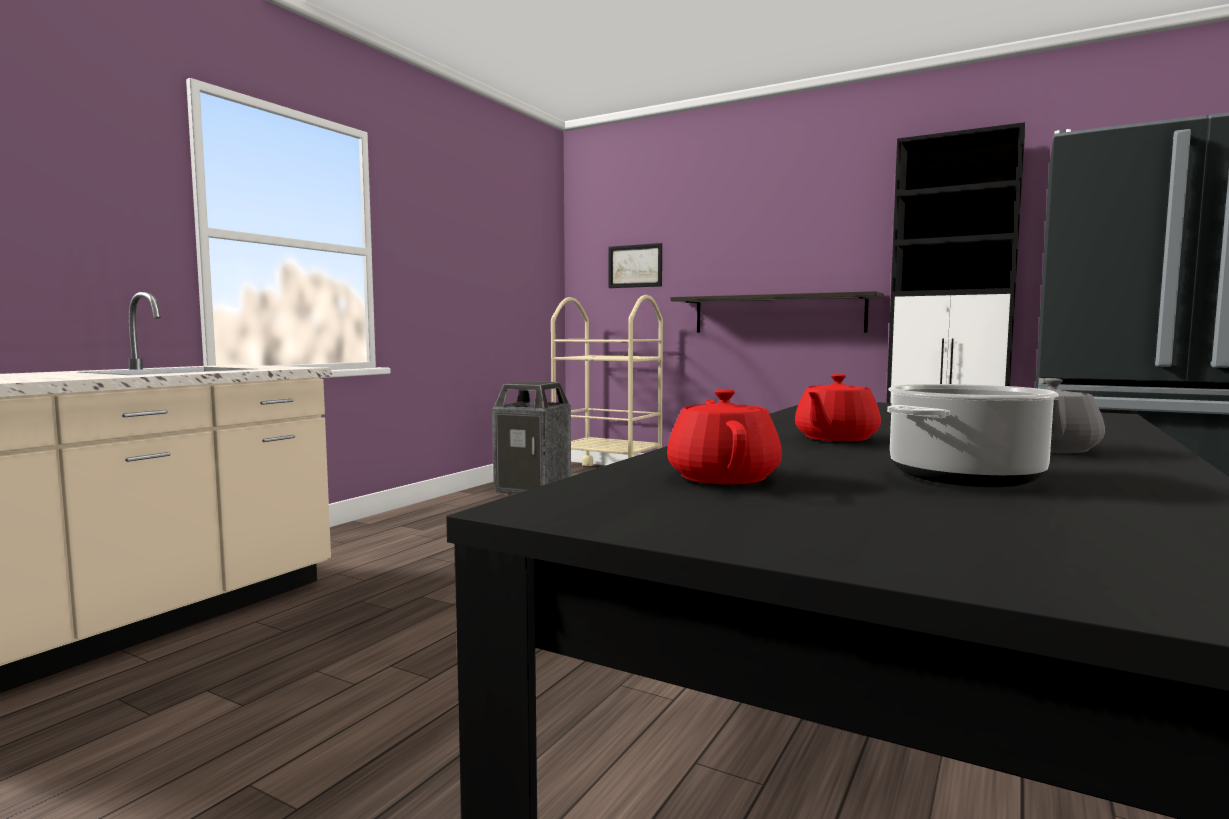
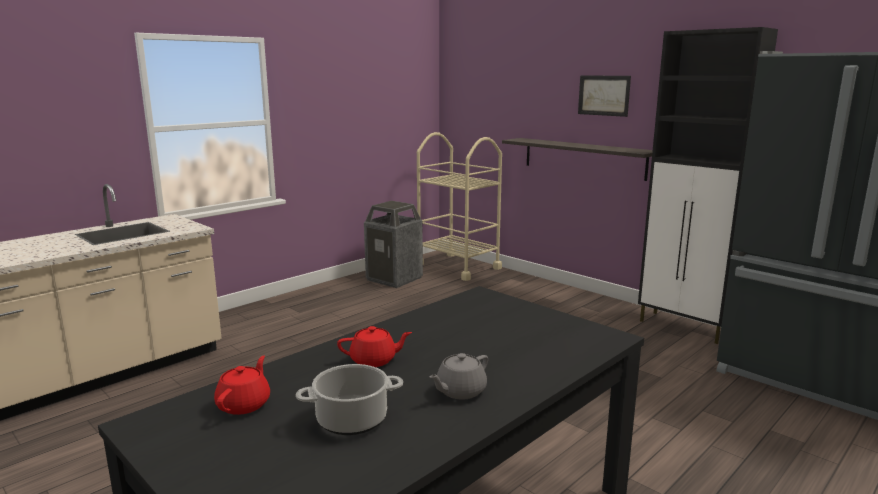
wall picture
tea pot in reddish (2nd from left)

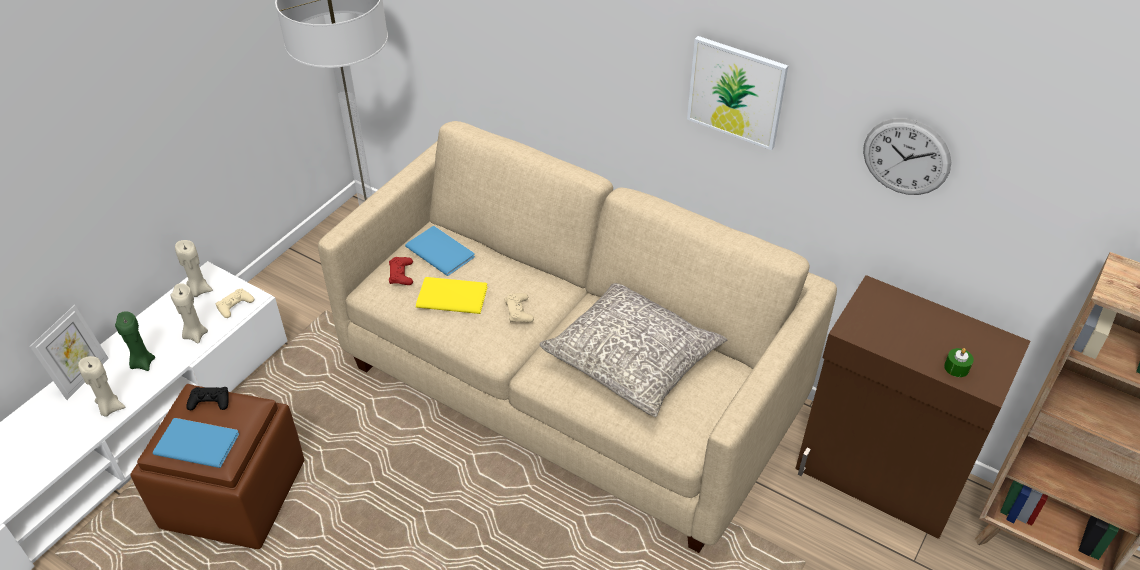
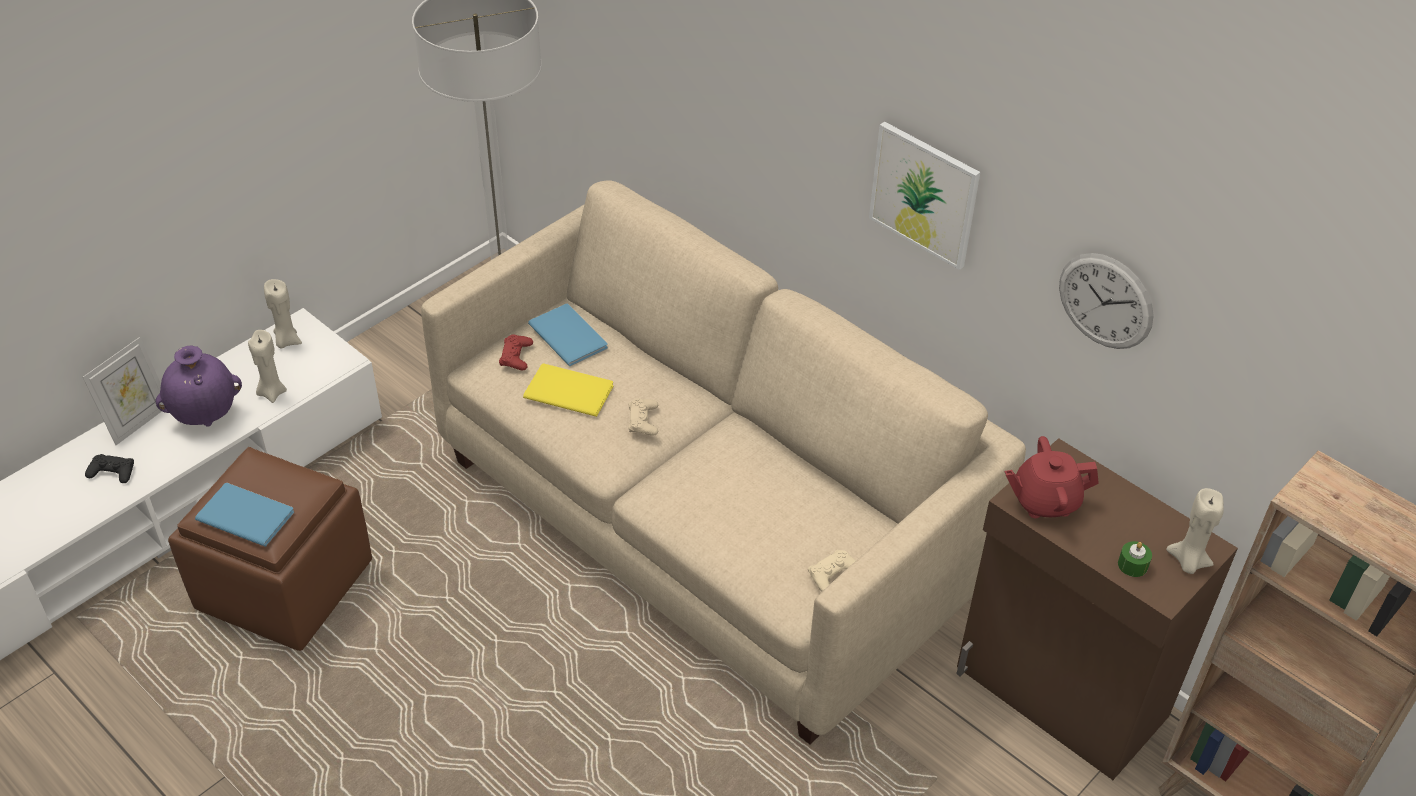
pillow in gray
tea pot in reddish
candle in beige-coloured (3rd from left)
game controller in blackish
game controller in beige-coloured (2nd from left)
flower vase in purple-coloured

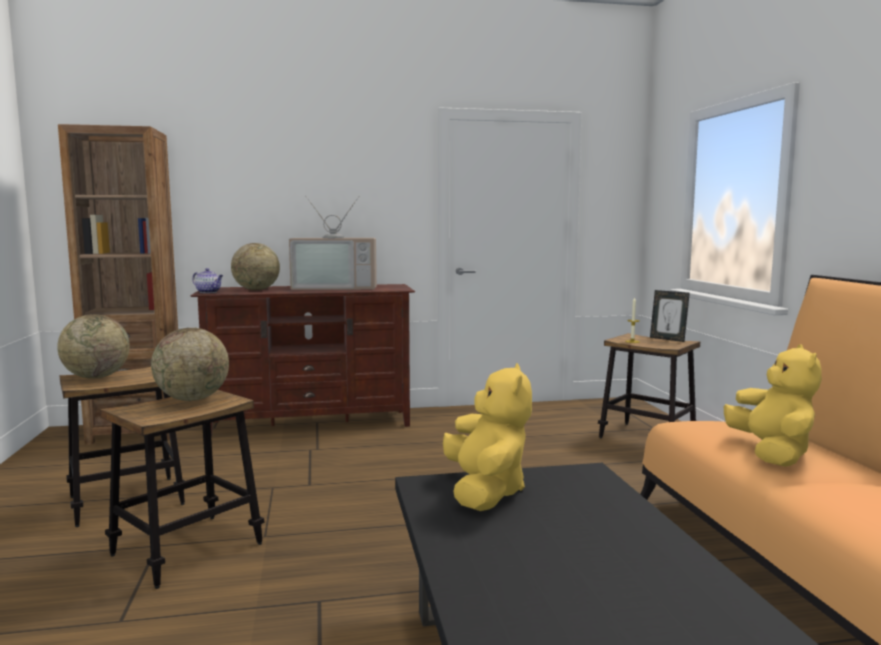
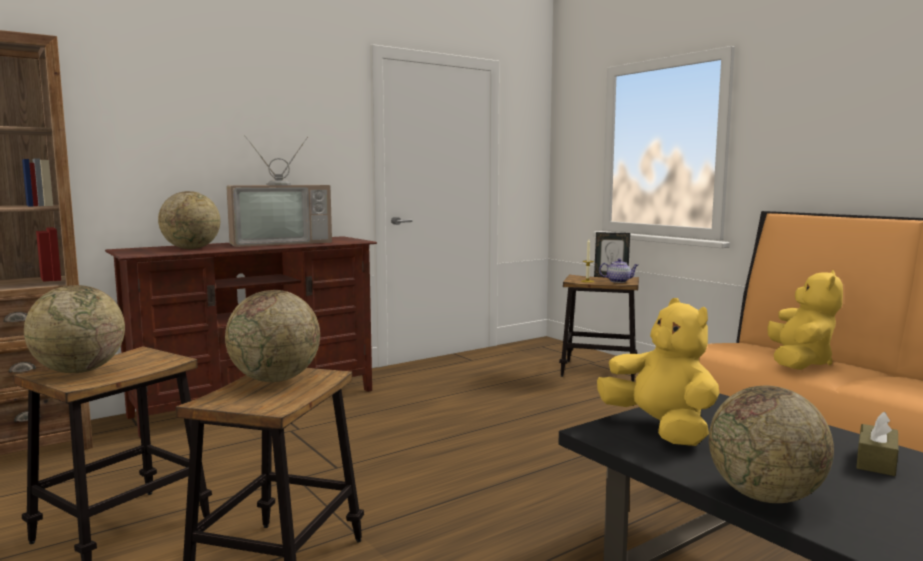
globe (4th from left)
tissue box in brown-coloured
tea pot
soft toy in yellowish (2nd from left)

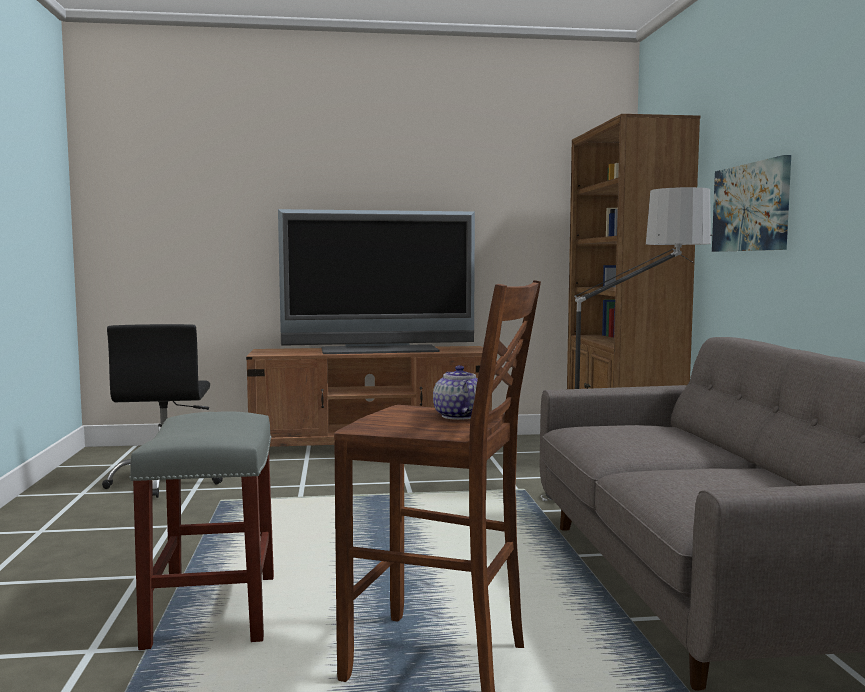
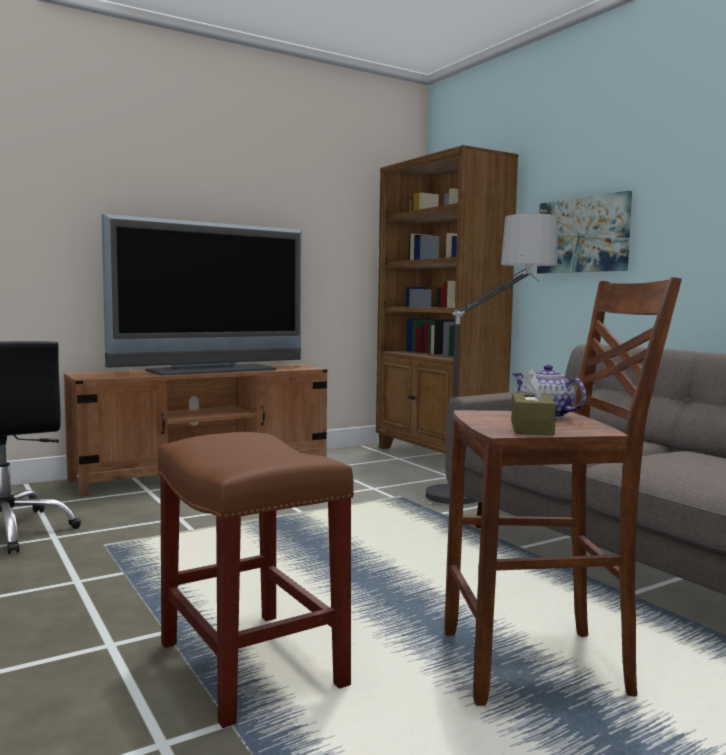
tissue box in brown-coloured
stool in brown-coloured (1st from left)

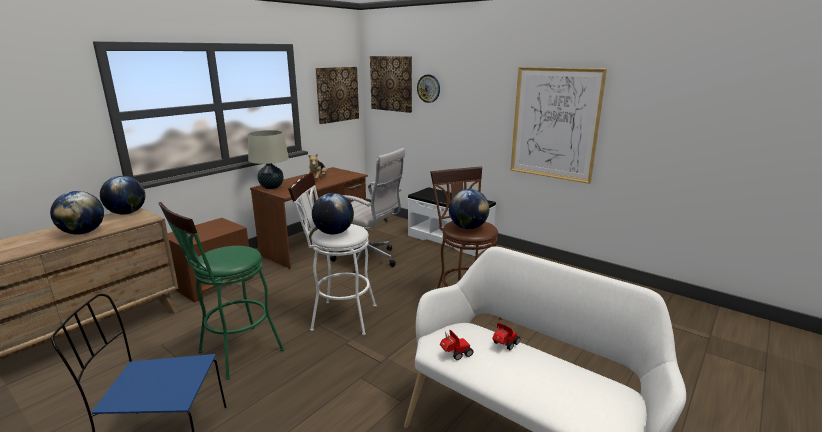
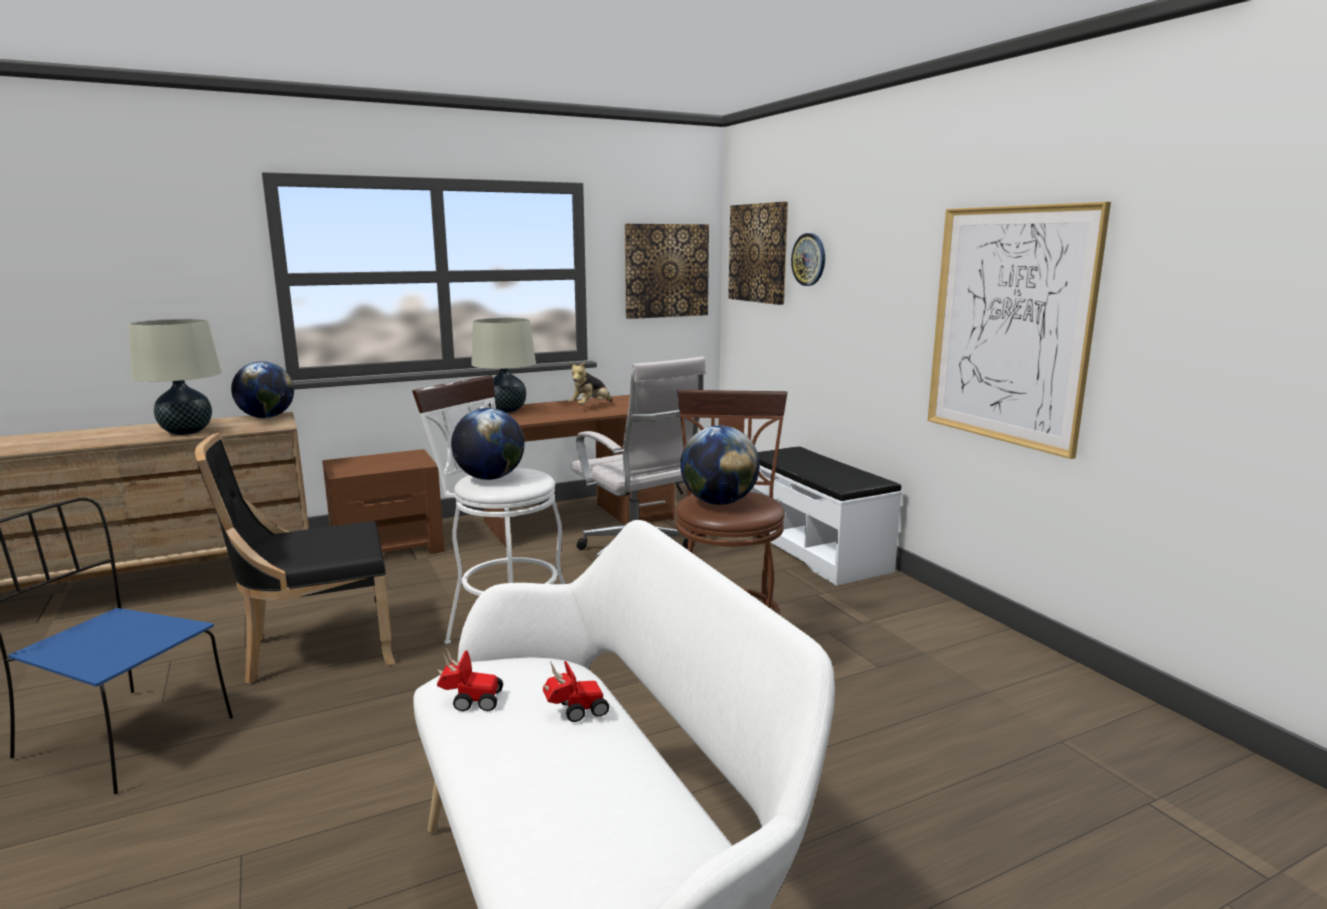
lamp for a table in beige-coloured (1st from left)
plain chair in blackish

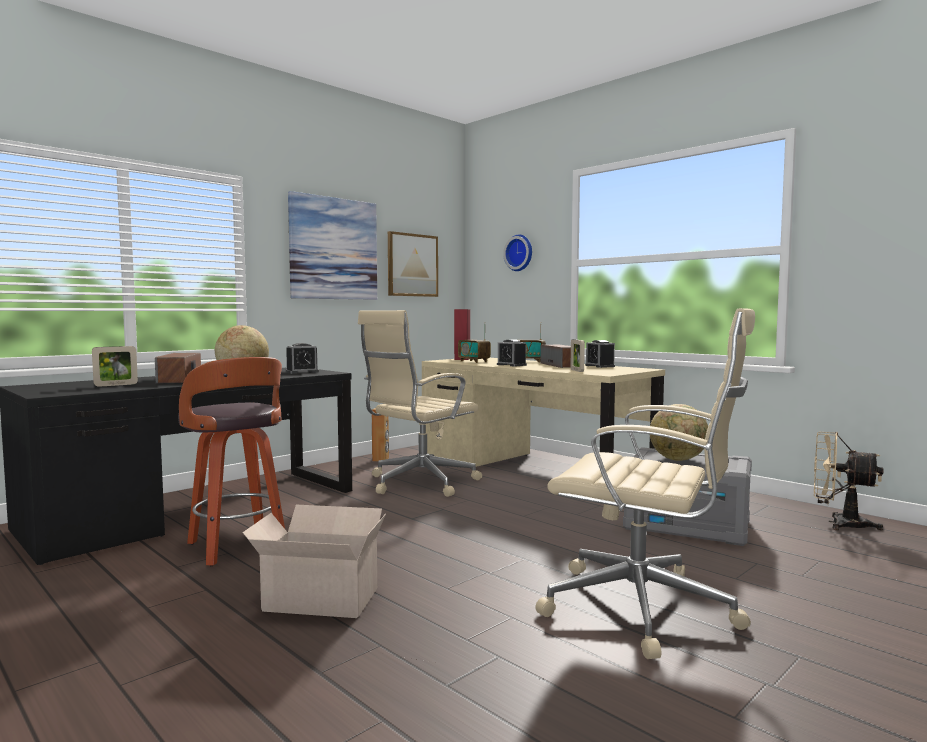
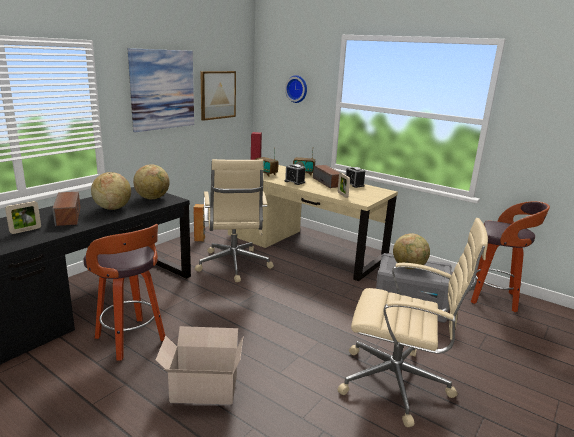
globe (2nd from left)
stool (2nd from left)
office chair in beige-coloured (1st from left)

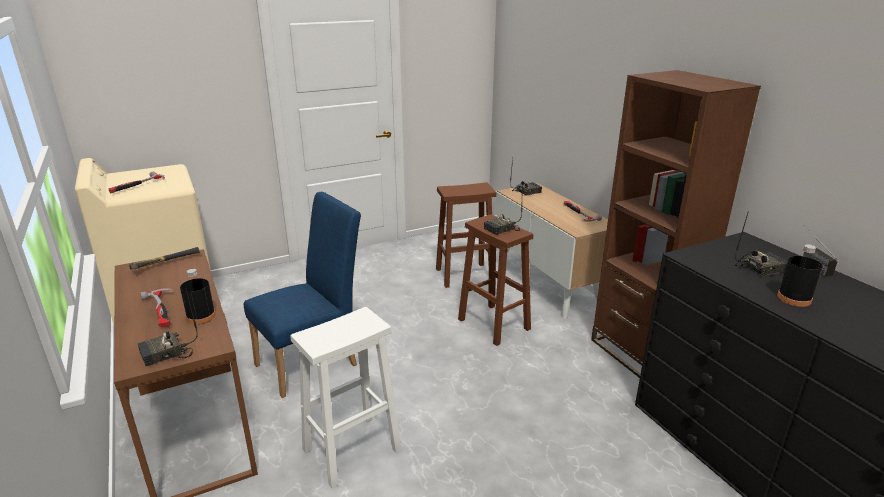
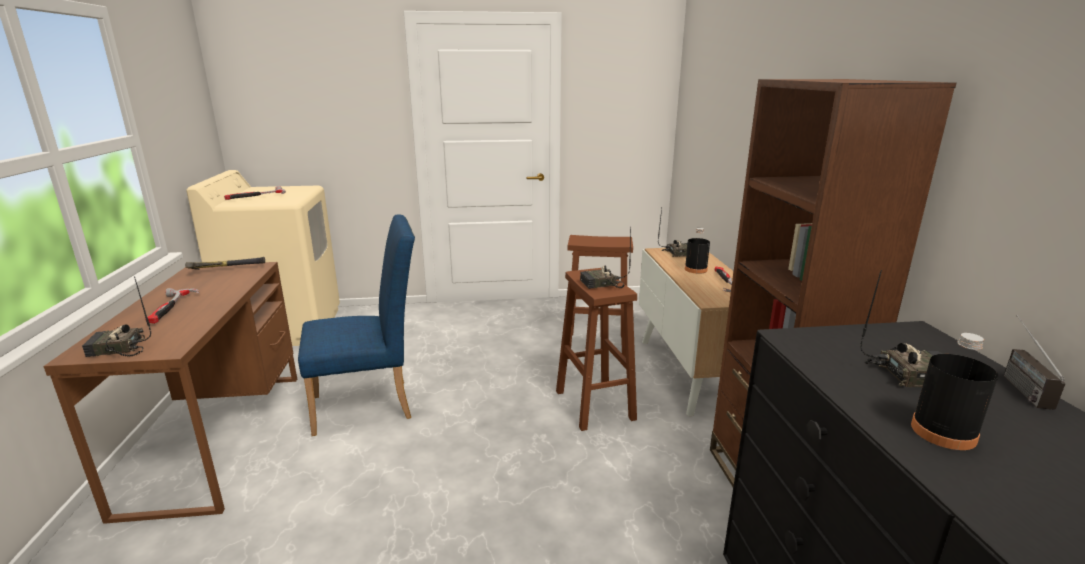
stool in white
beverage bottle in blackish (1st from left)

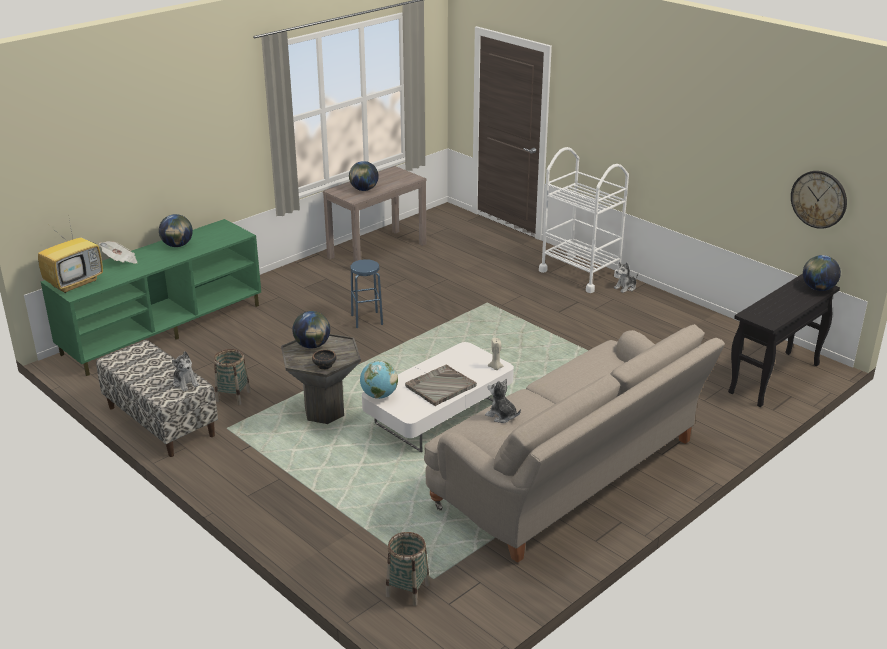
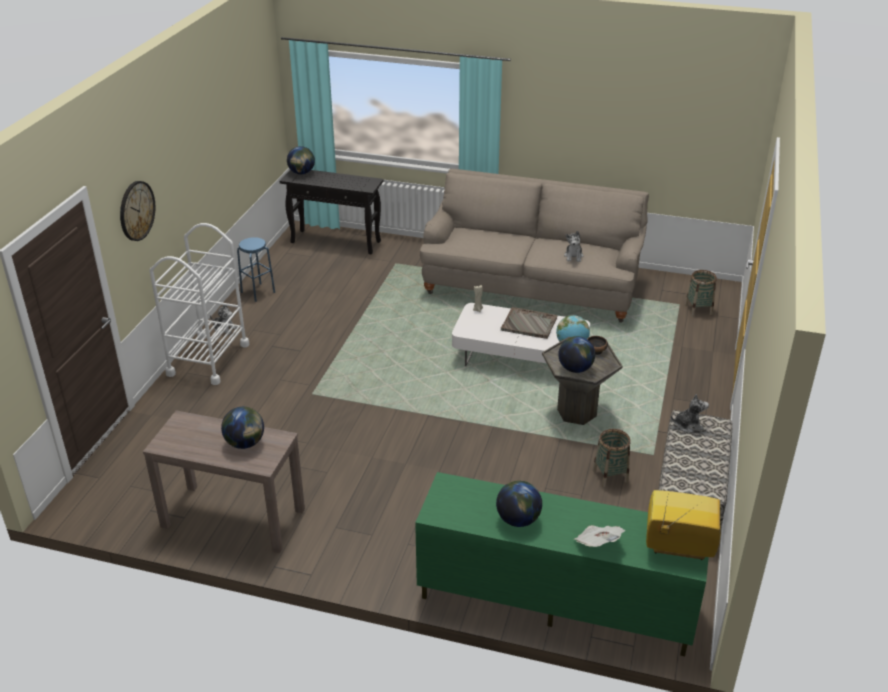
stool in bluish
hanging clock
soft toy (3rd from left)

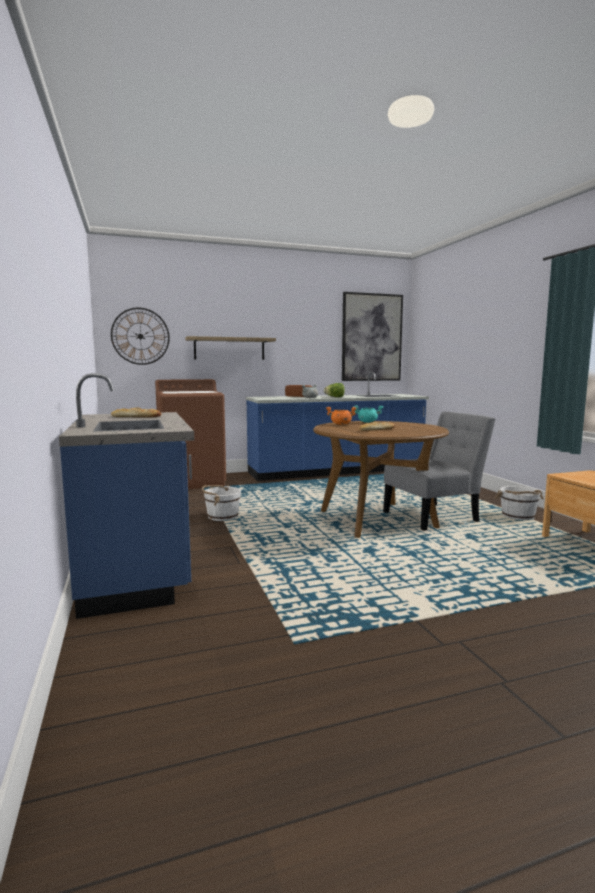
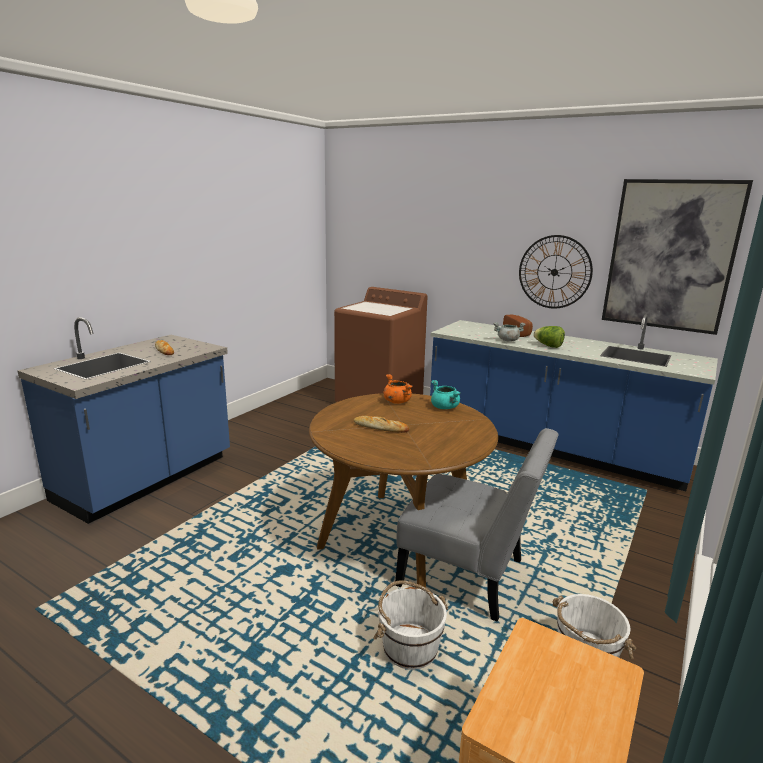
bracket shelf
hanging clock
bucket in white (1st from left)

